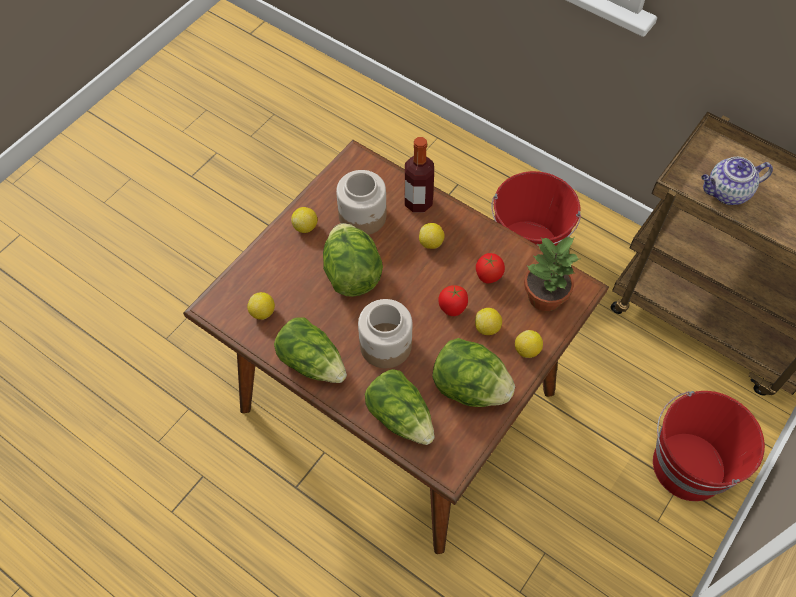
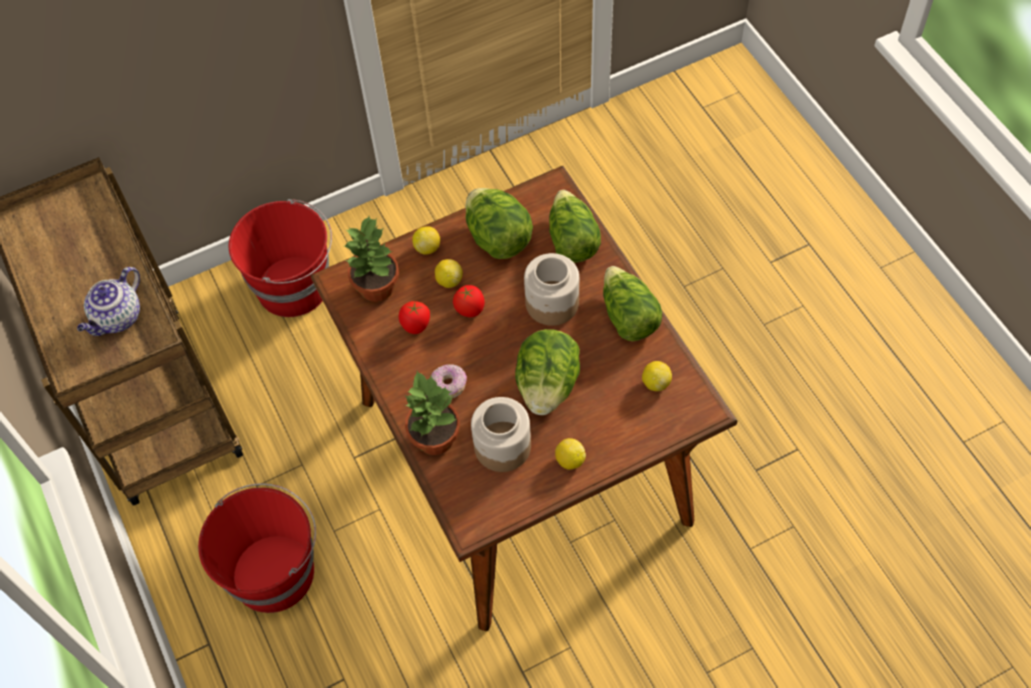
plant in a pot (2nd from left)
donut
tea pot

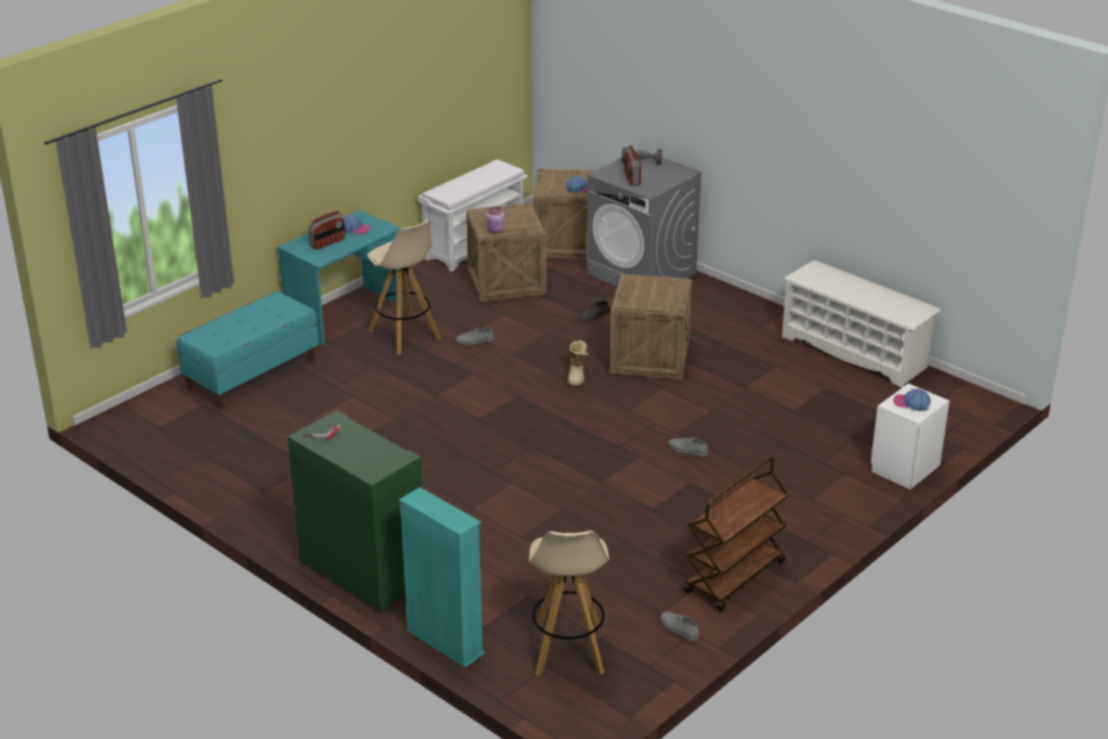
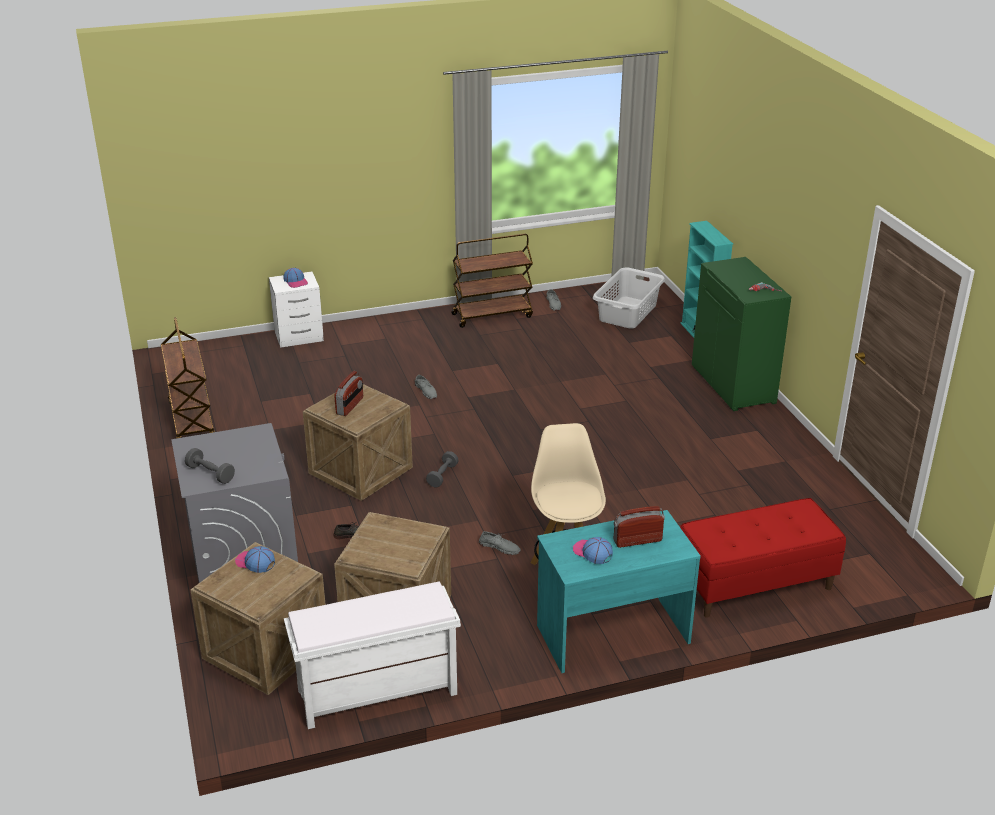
storage jar in pink-coloured
radio receiver (1st from left)
laundry basket in gray
free weight in gray (2nd from left)
wheeled cart in brown-coloured (1st from left)
indoor bench in reddish

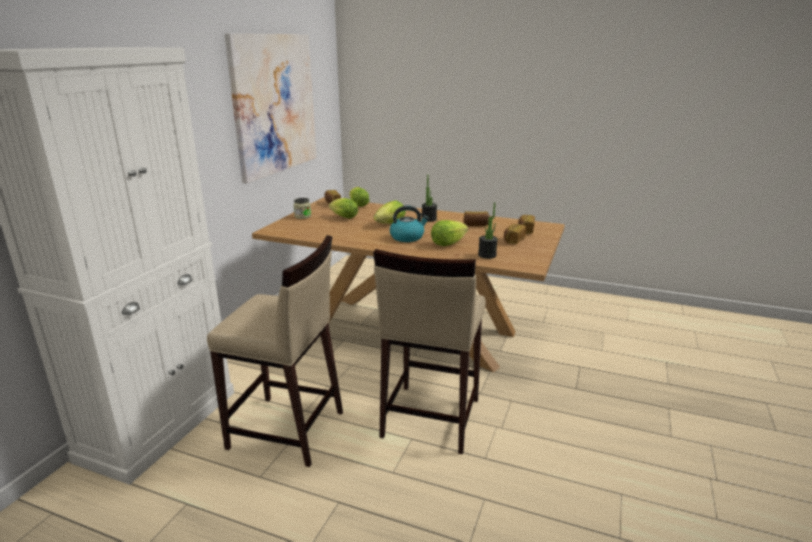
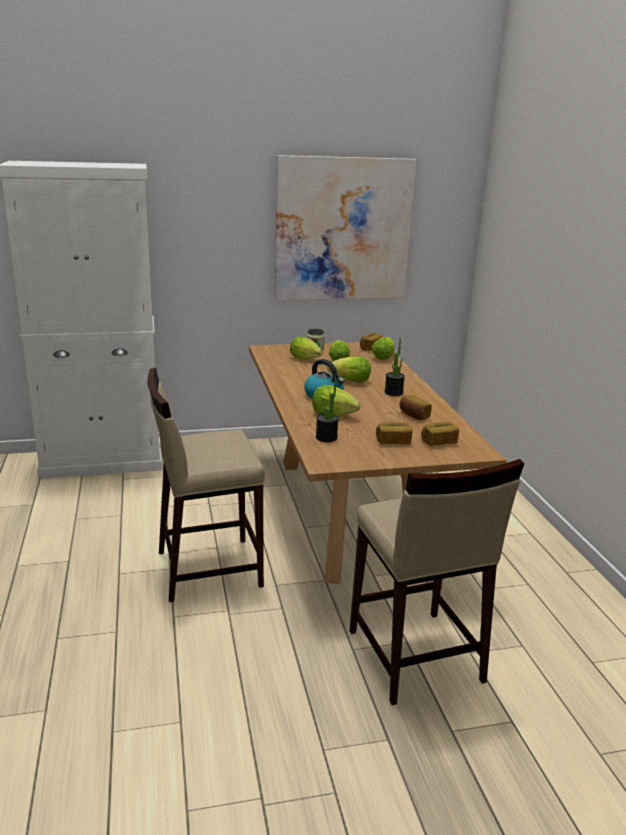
lettuce (1st from left)
stool in beige-coloured (2nd from left)

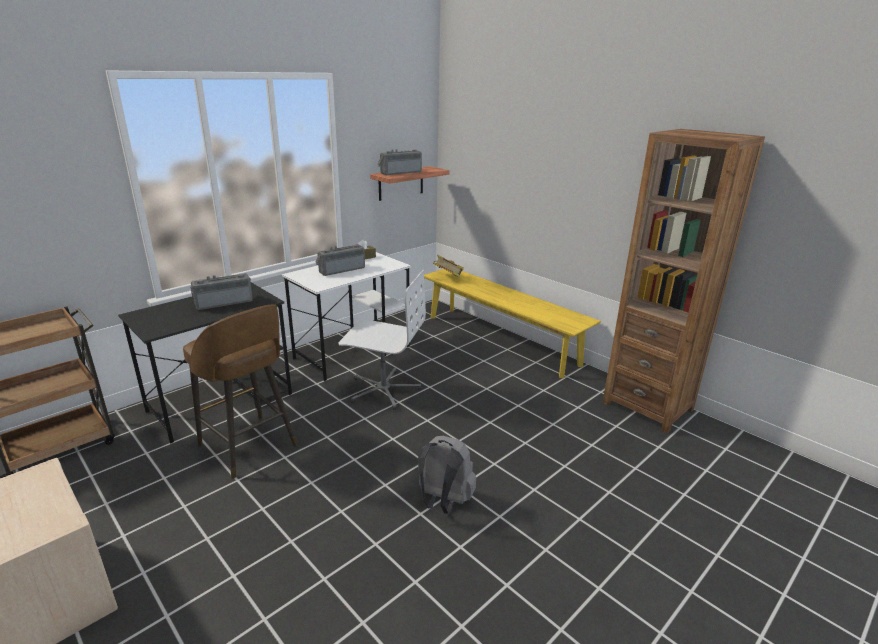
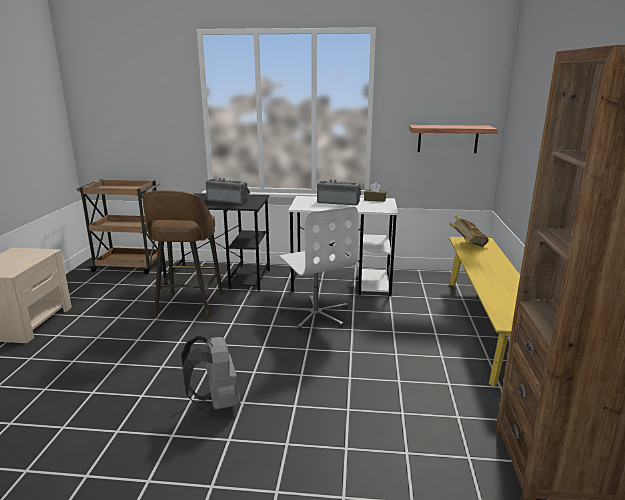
radio receiver (3rd from left in the first image)

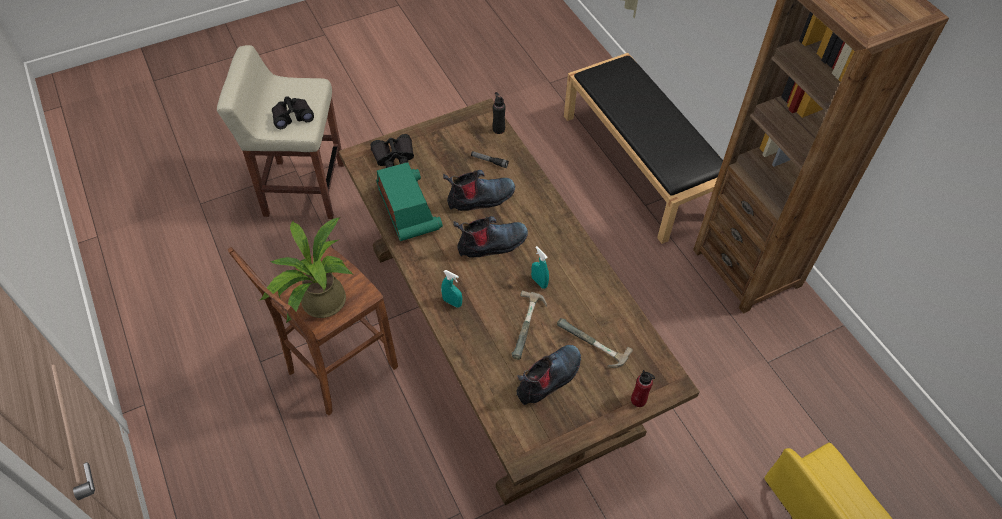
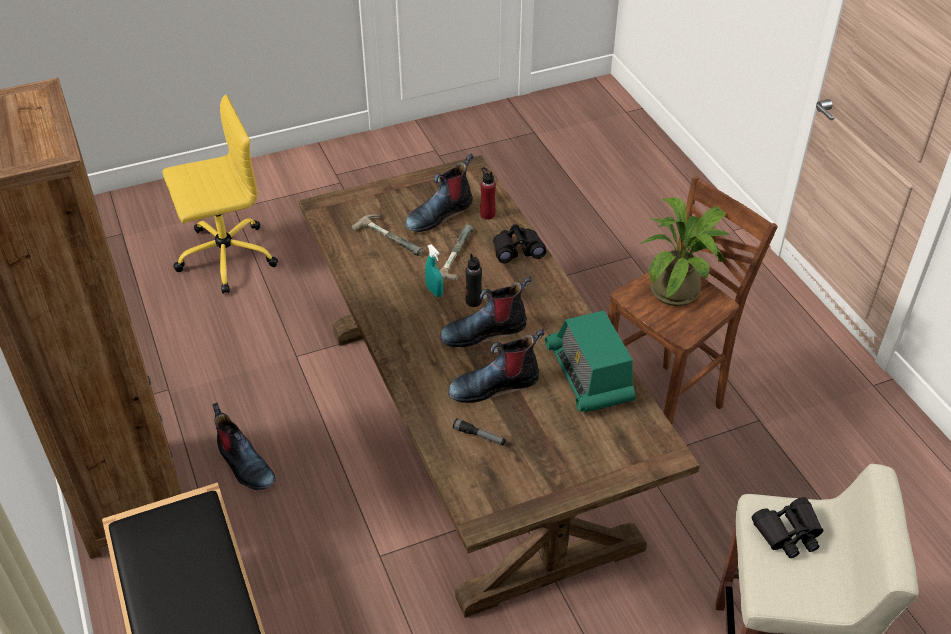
spray bottle in blue-green (1st from left in the first image)
high-top boot (1st from left)
binoculars in blackish (1st from left)
beverage bottle in blackish
beverage bottle in reddish

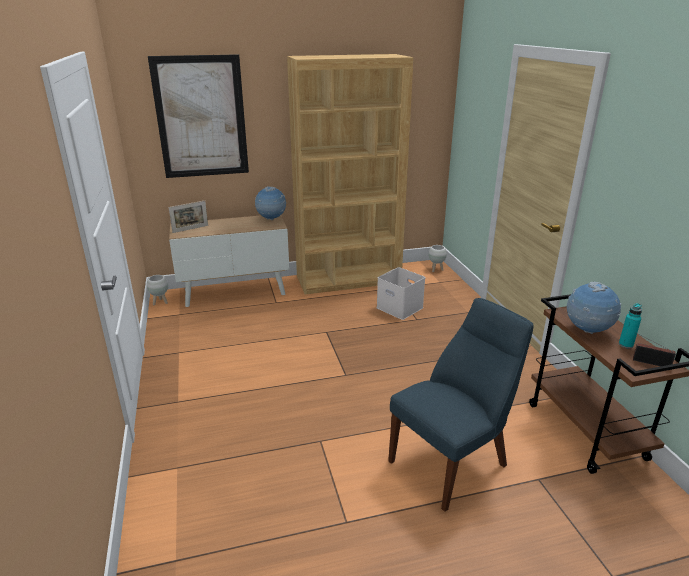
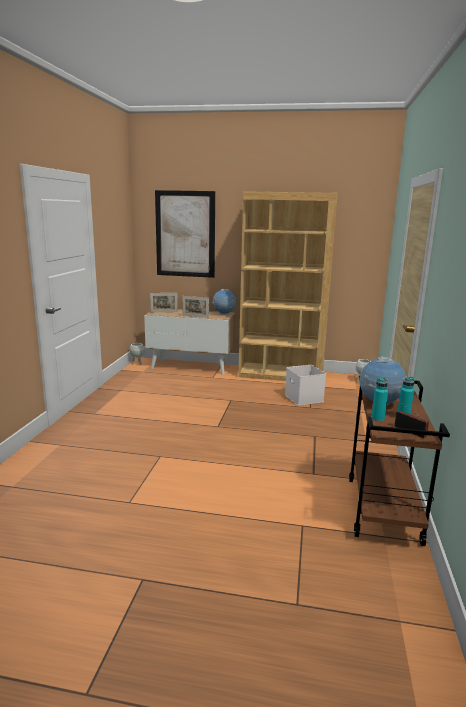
plain chair in bluish
photo frame (2nd from left)
beverage bottle in blue-green (1st from left)

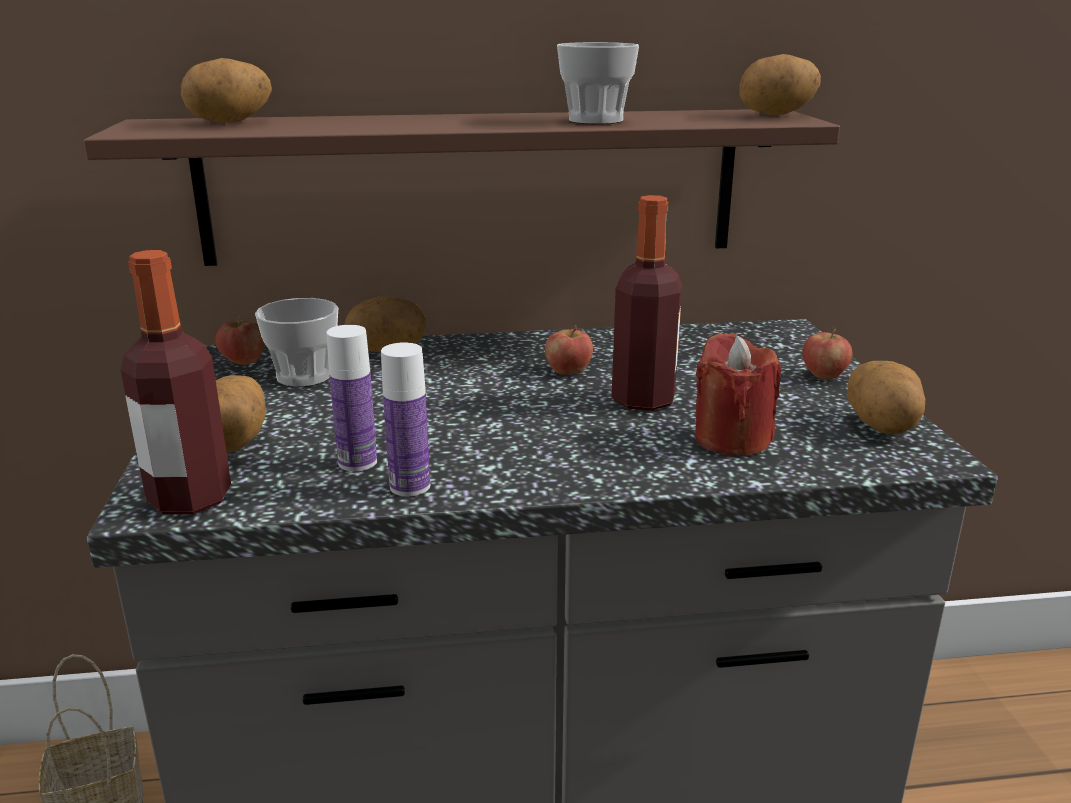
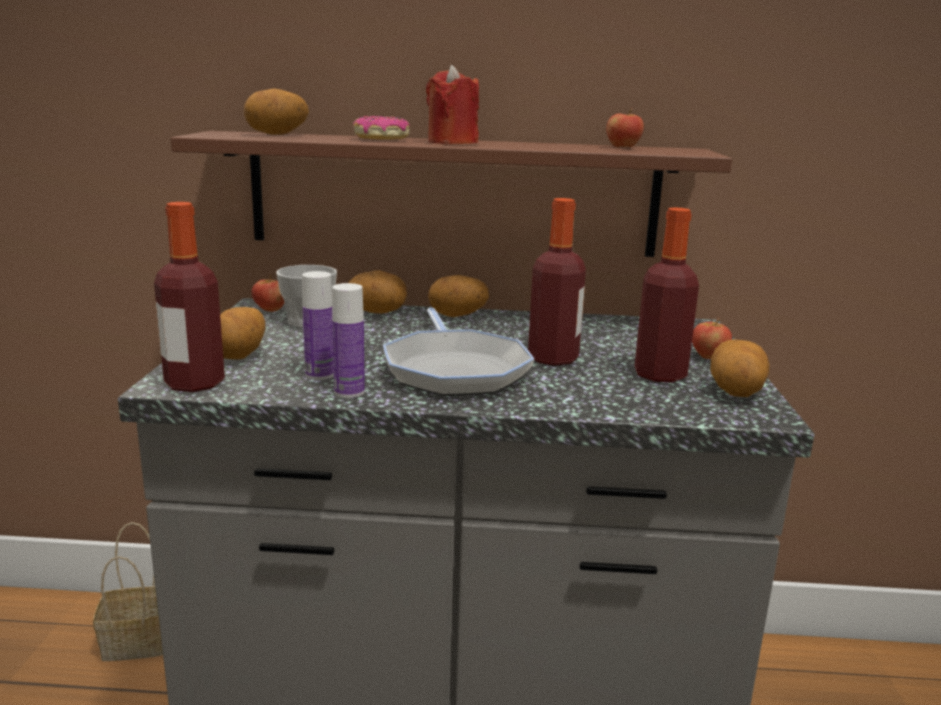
small cup (2nd from left in the first image)
donut
skillet
beverage bottle (5th from left)
apple fruit (2nd from left)
candle in reddish
whole potato (4th from left)

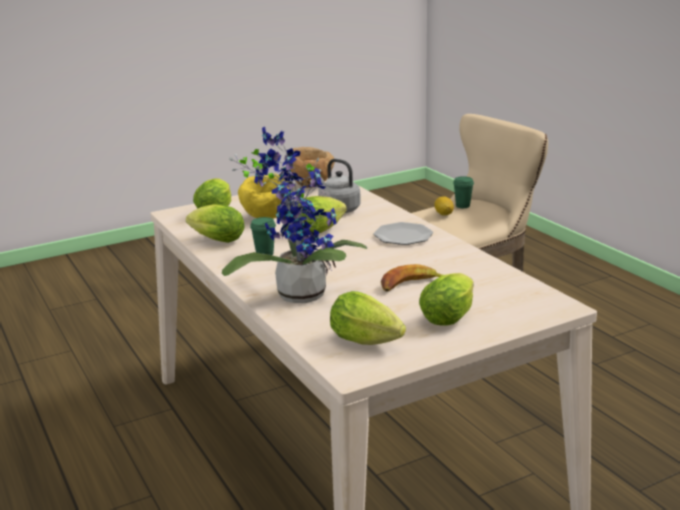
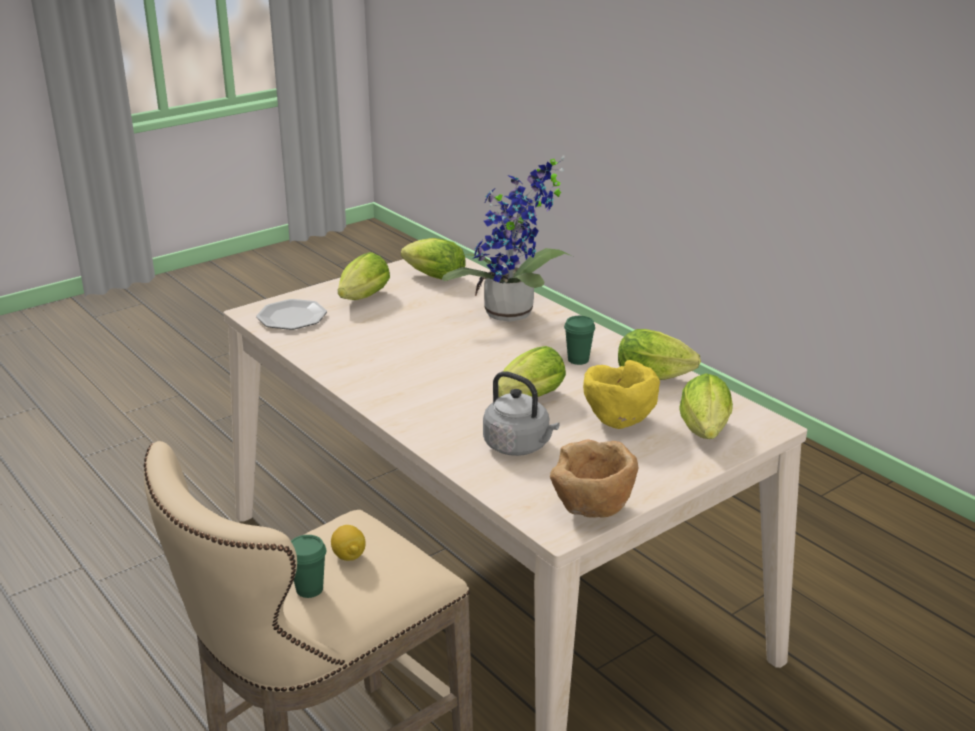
banana fruit
dinner plate

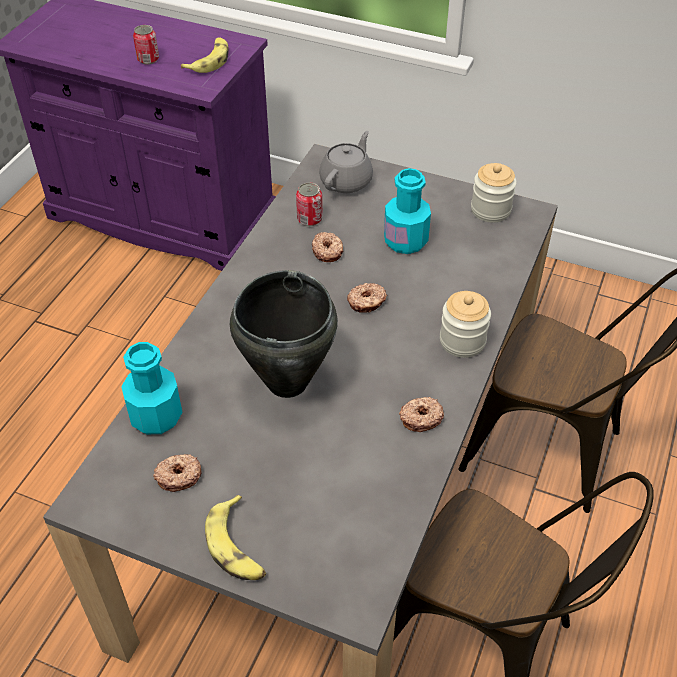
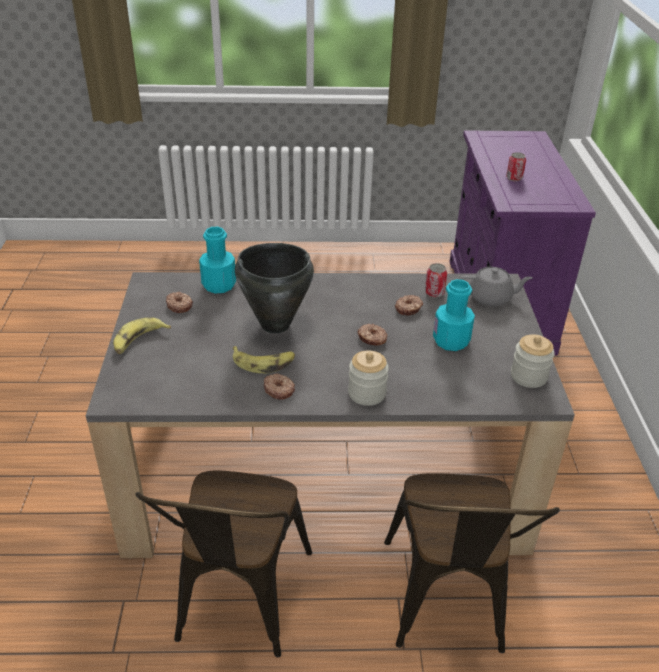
banana fruit (2nd from left)

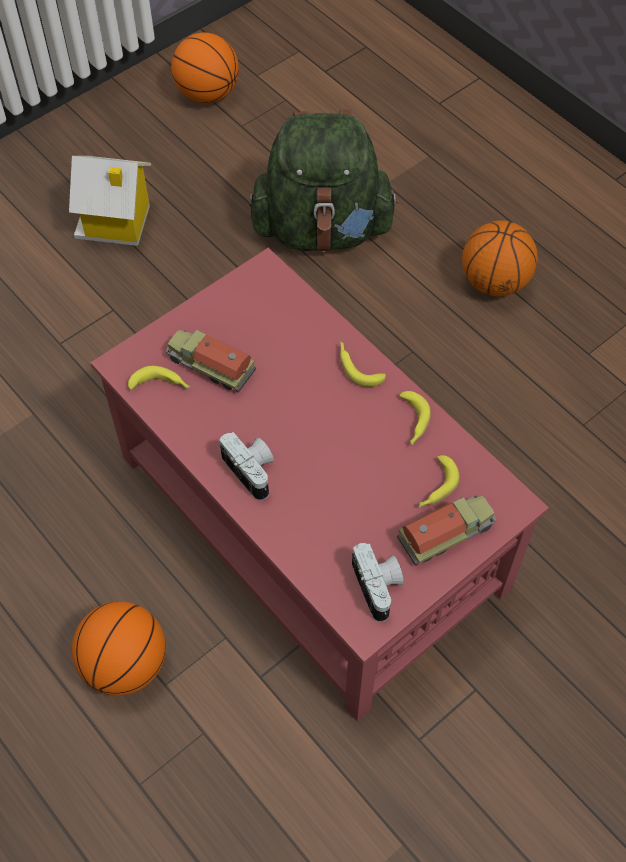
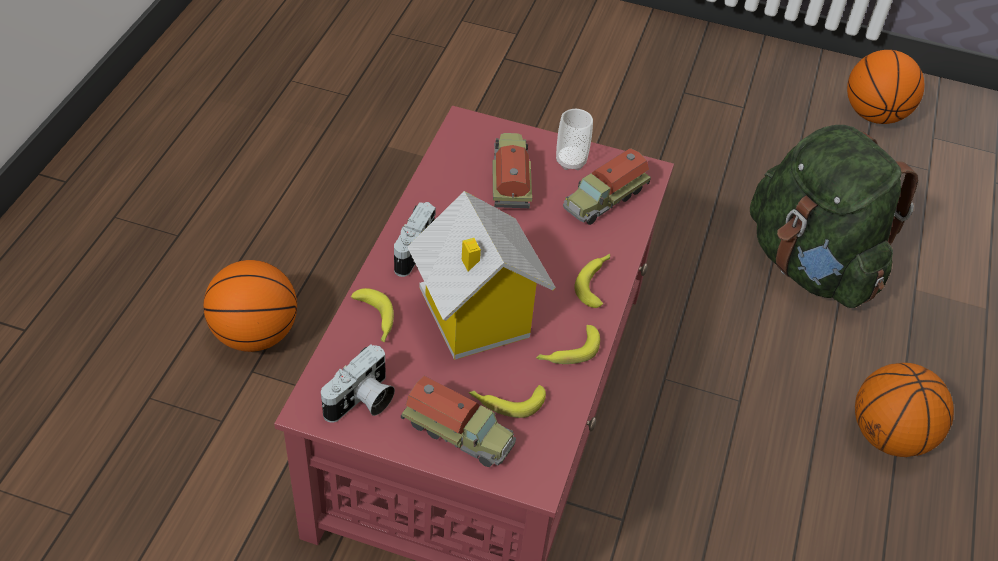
small cup
toy lorry (3rd from left)
toy house
banana fruit (1st from left)

